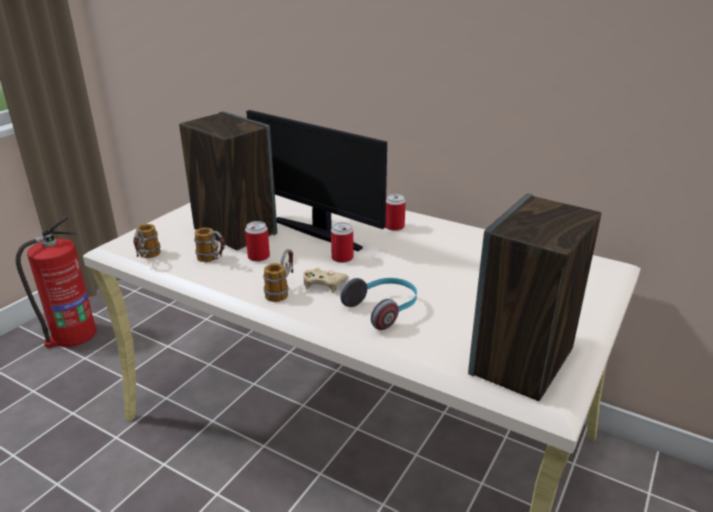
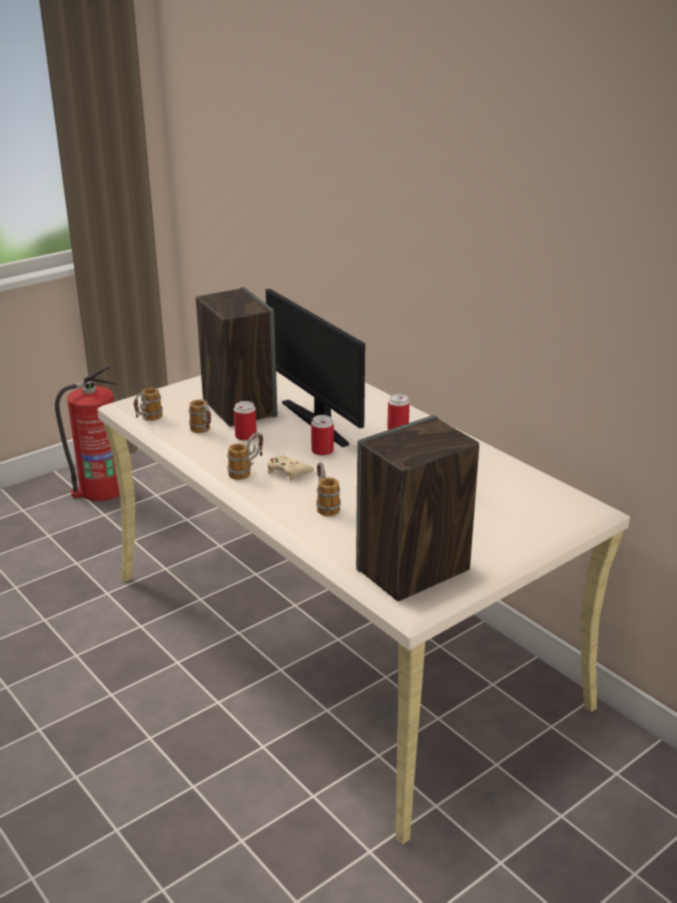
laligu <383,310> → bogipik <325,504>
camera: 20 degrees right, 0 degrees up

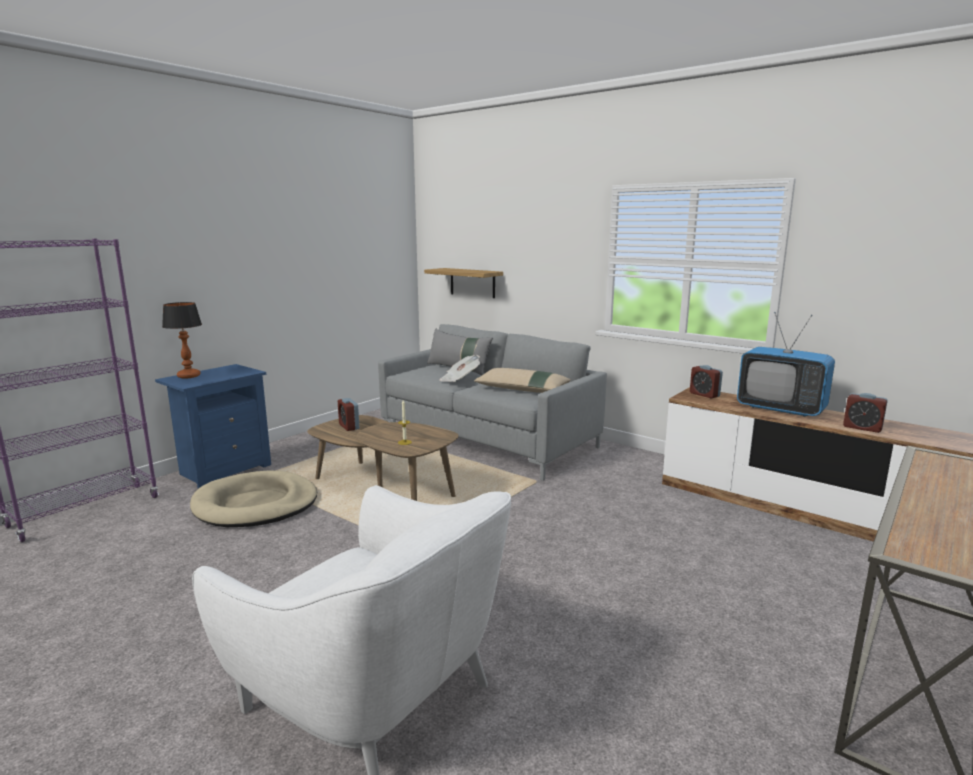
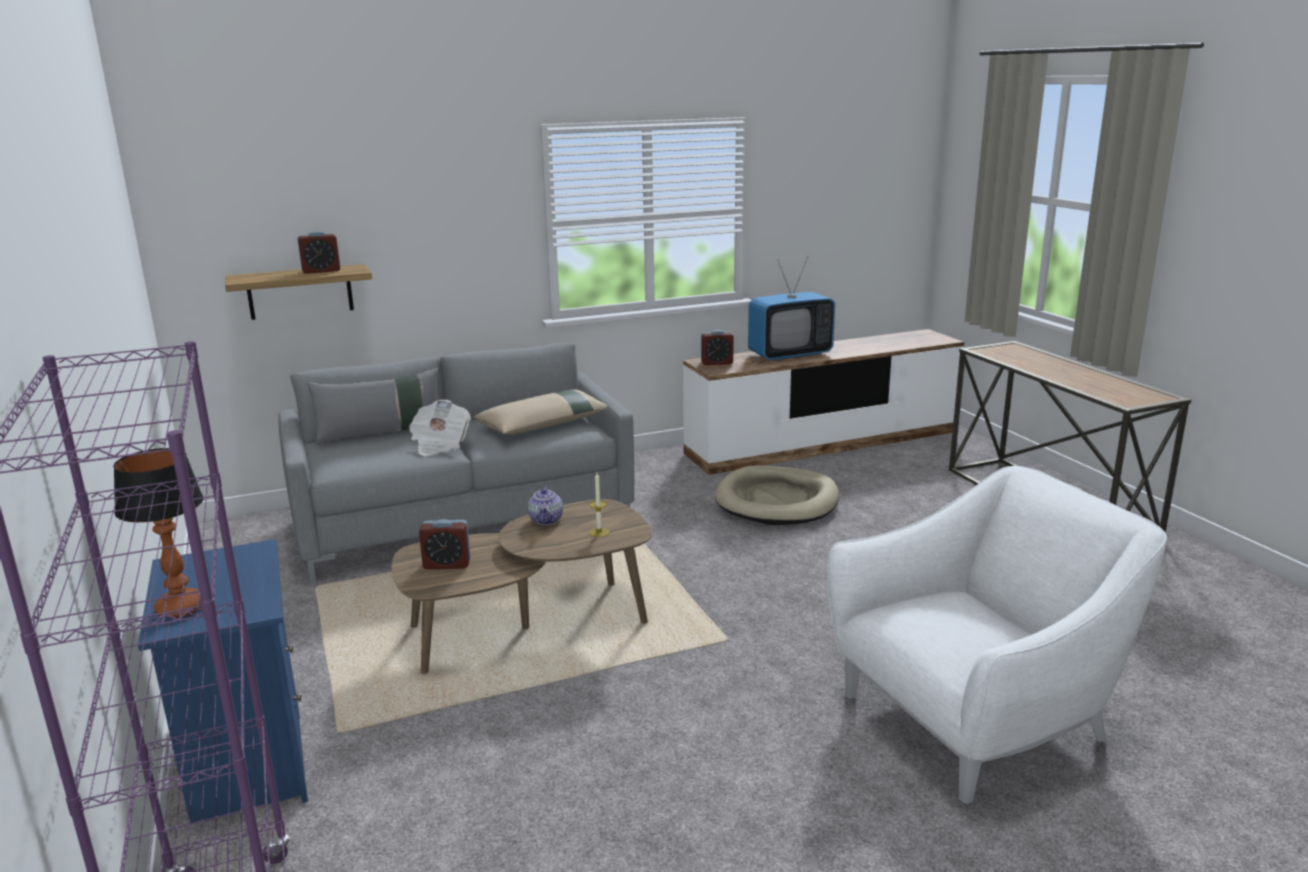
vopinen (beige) <255,504> → vopinen (beige) <777,501>, move
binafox <862,428> → binafox <321,271>, move
- → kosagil <546,520>
camera: 60 degrees left, 5 degrees up

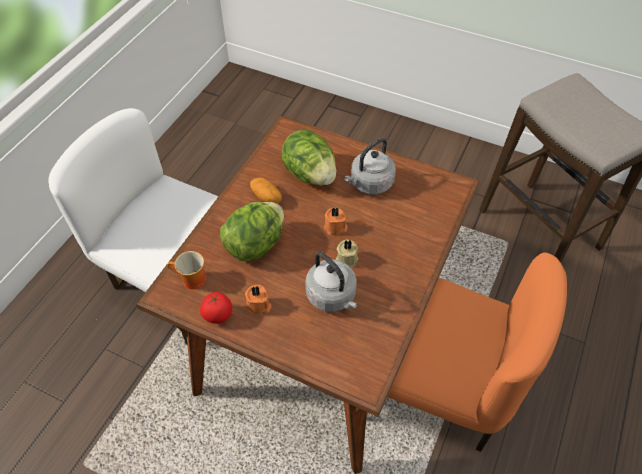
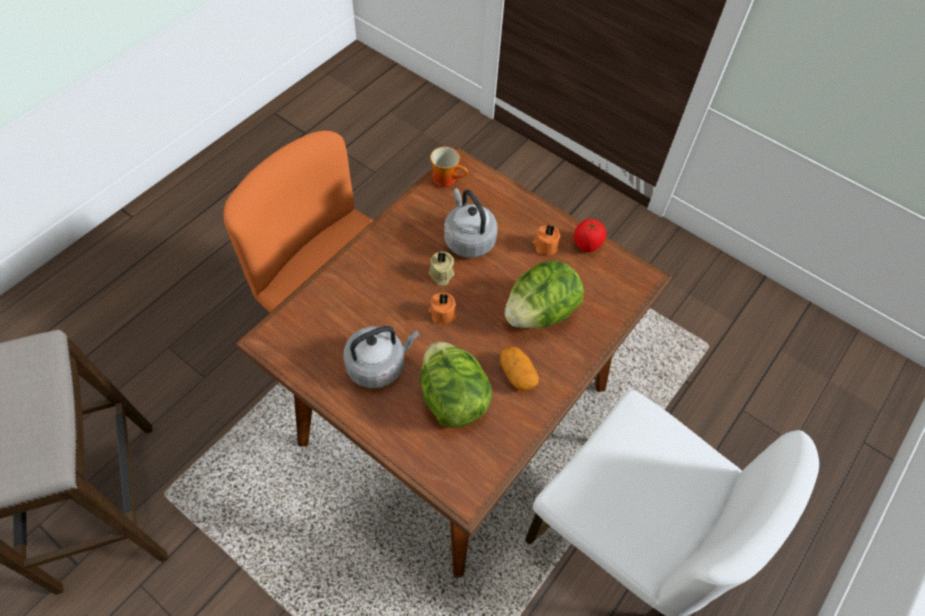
bogipik <191,281> → bogipik <447,178>, move
camera: 170 degrees left, 5 degrees up

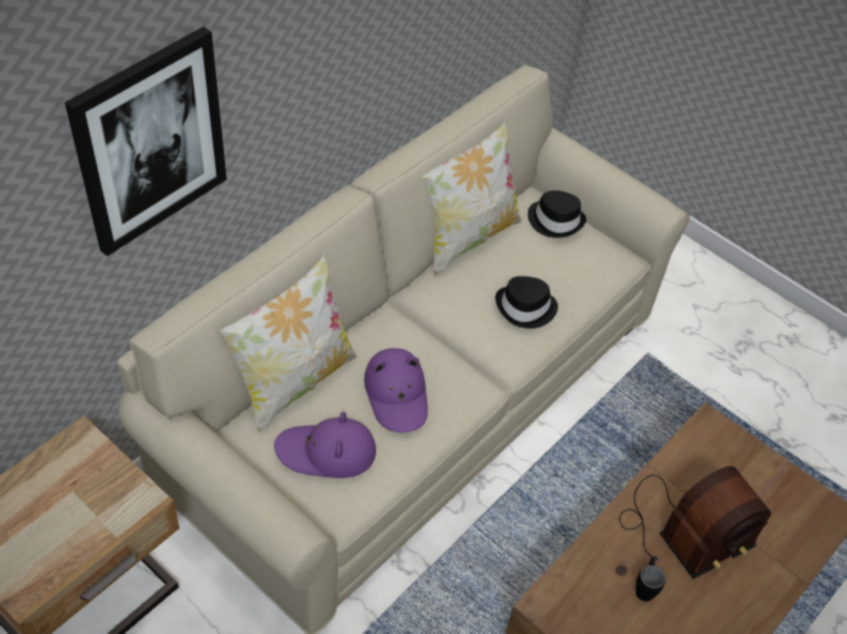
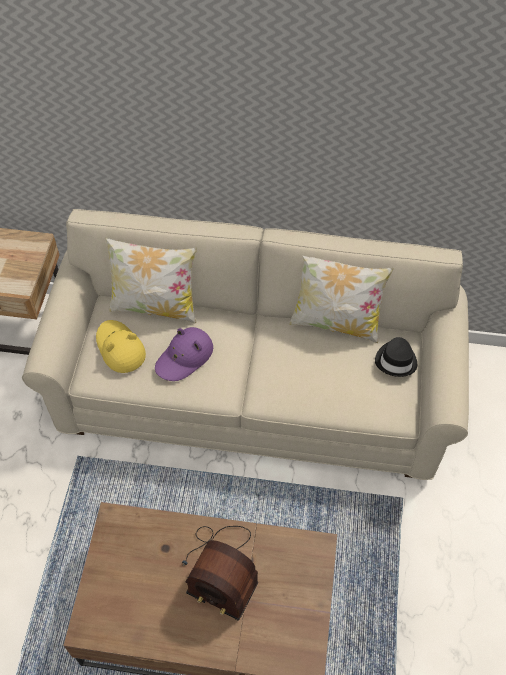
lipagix <150,142> → -
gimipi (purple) <327,452> → gimipi (yellow) <120,348>
gimipi (black) <526,308> → -
bogipik (black) <645,587> → -
camera: 60 degrees right, 5 degrees up

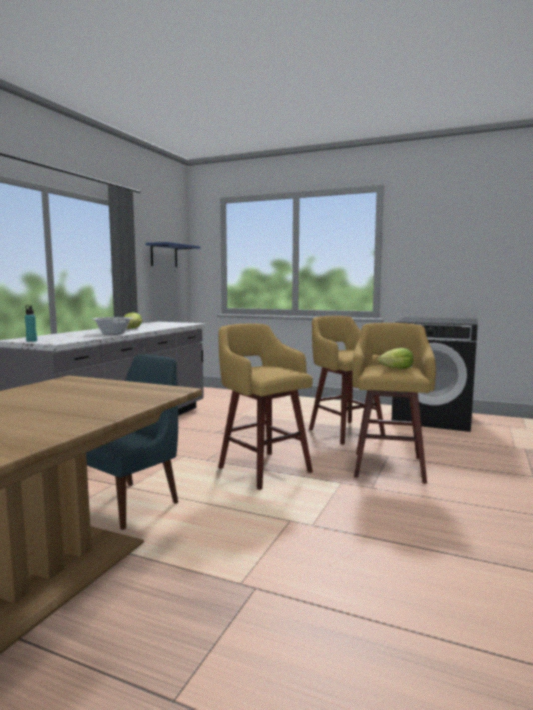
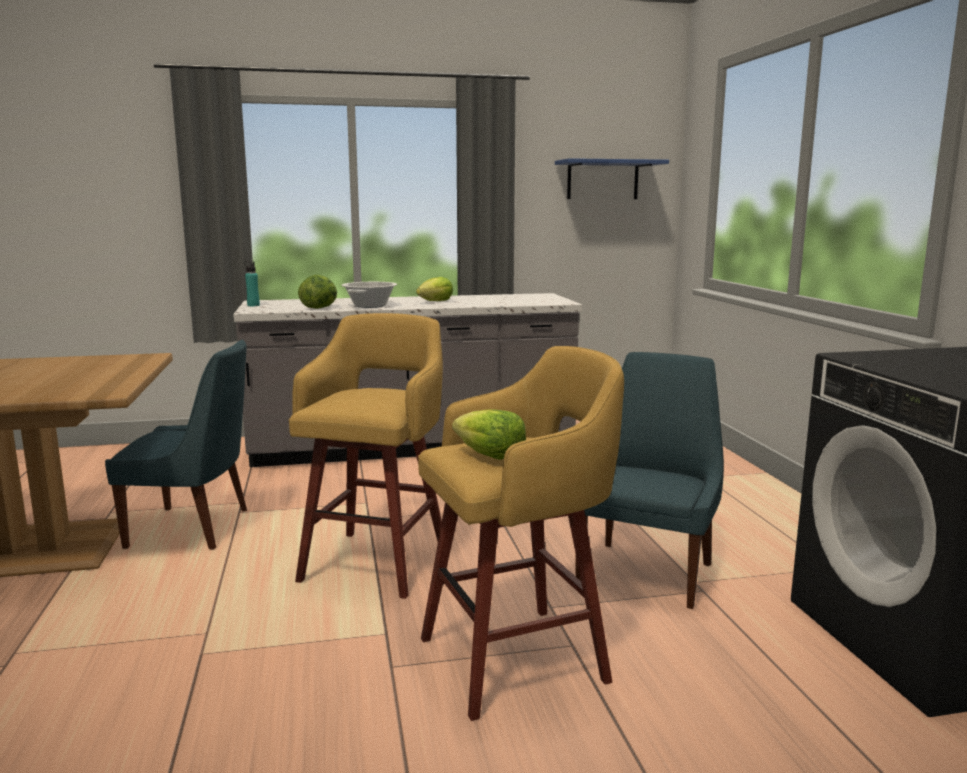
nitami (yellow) <344,432> → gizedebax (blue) <647,571>
- → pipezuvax <320,308>
camera: 55 degrees right, 5 degrees up

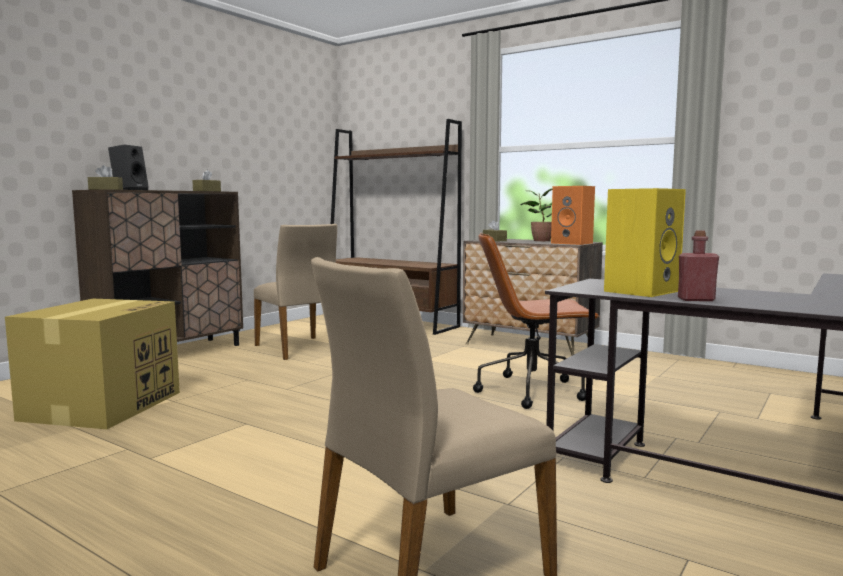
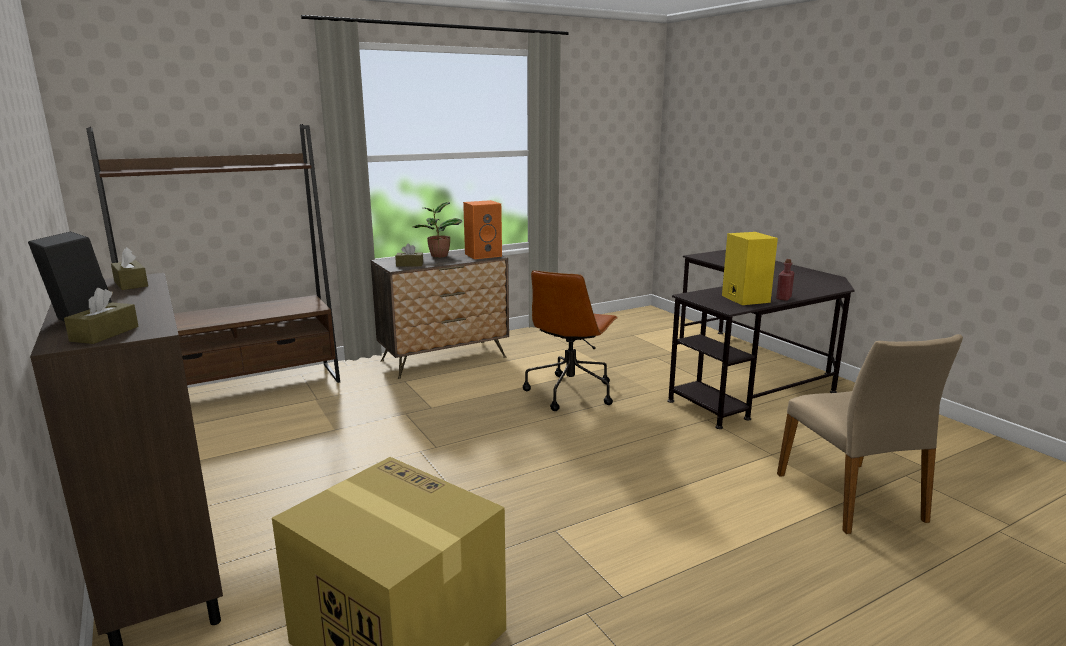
gizedebax (beige) <299,348> → -
camera: 65 degrees left, 10 degrees up

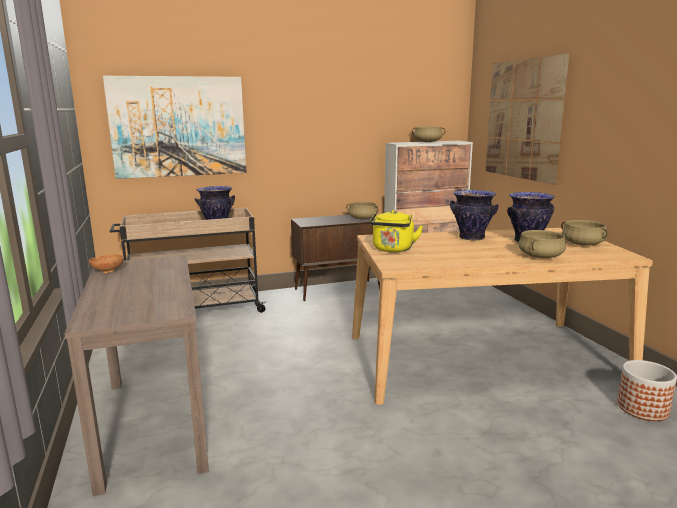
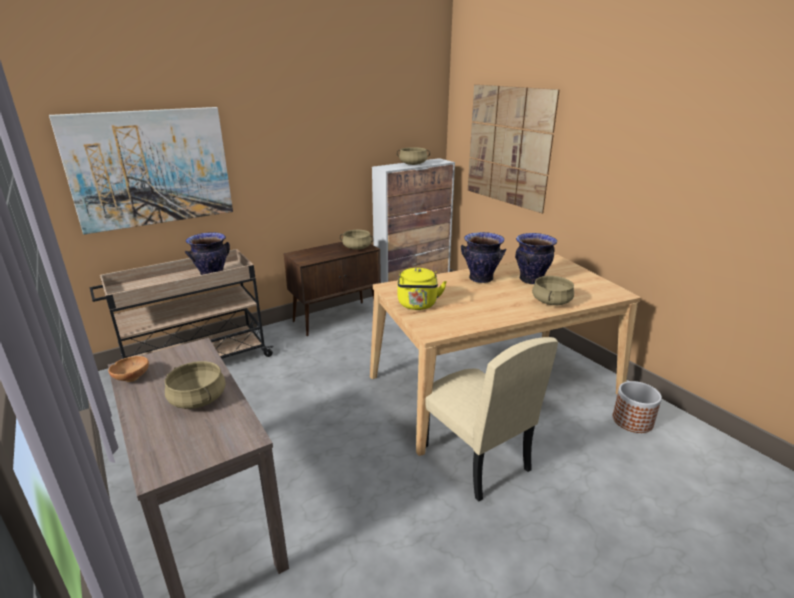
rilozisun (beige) <582,244> → rilozisun (beige) <197,399>, move
- → gizedebax (beige) <474,458>
camera: 15 degrees left, 10 degrees up

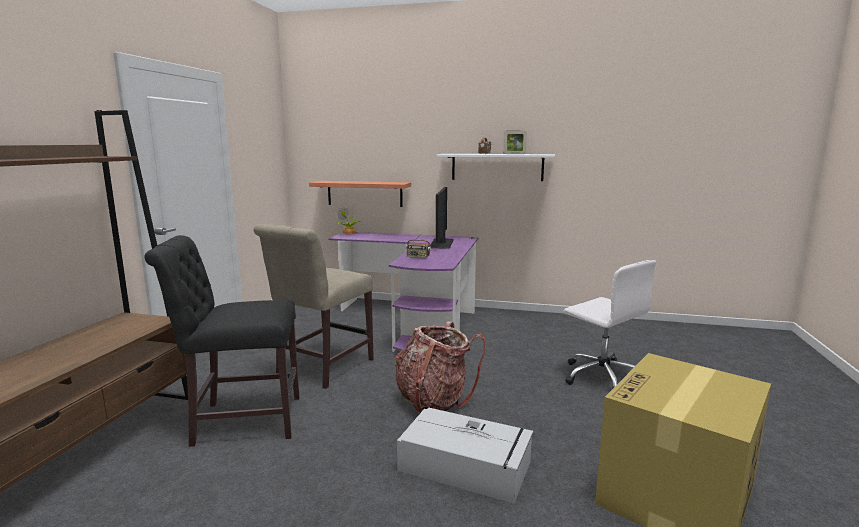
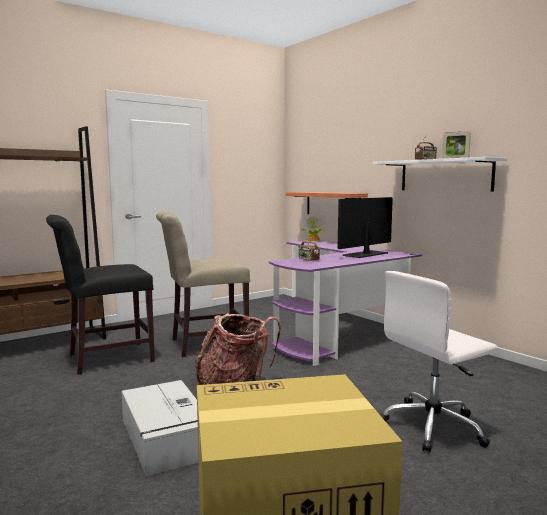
gizedebax (black) <241,420> → gizedebax (black) <105,358>, 60 degrees counterclockwise
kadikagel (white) <601,376> → kadikagel (white) <434,426>, 60 degrees clockwise
camera: 40 degrees right, 5 degrees down

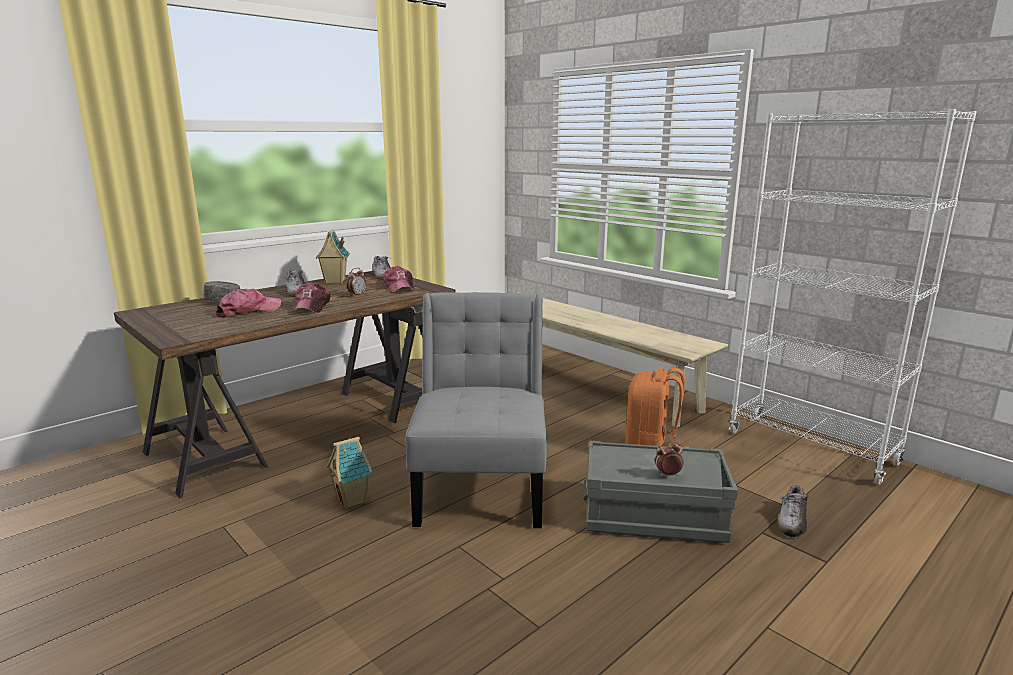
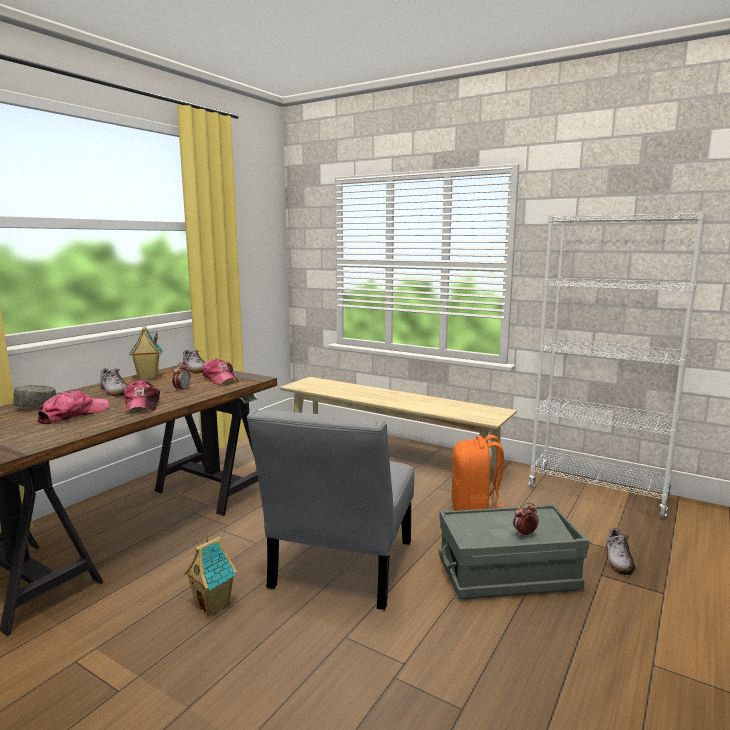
gizedebax (grey) <482,486> → gizedebax (grey) <340,569>, 150 degrees counterclockwise
camera: 15 degrees left, 5 degrees down

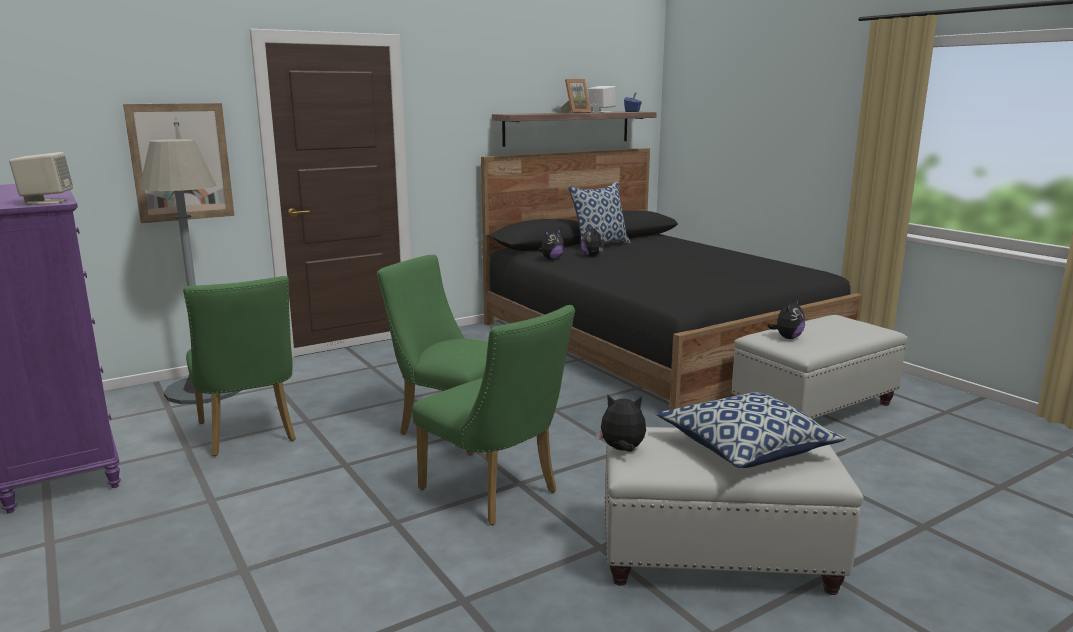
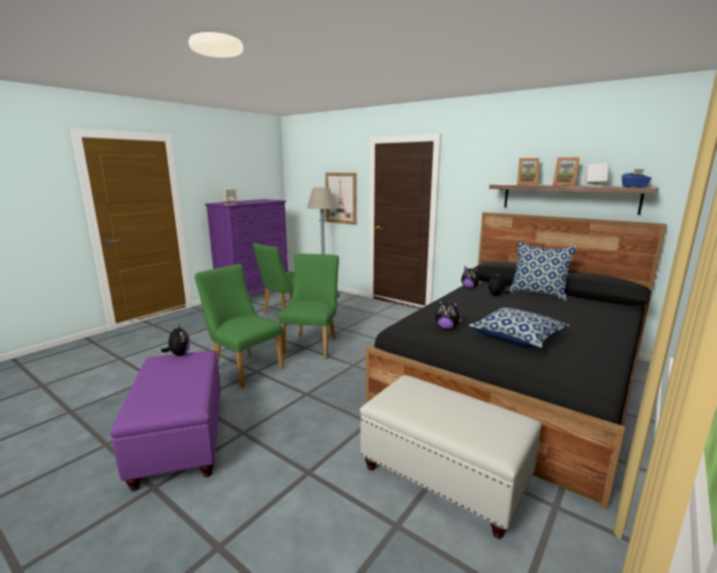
gizedebax (green) <496,493> → gizedebax (green) <244,368>, 105 degrees clockwise
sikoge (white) <714,555> → sikoge (purple) <181,439>
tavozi <746,448> → tavozi <517,338>, move
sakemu <787,338> → sakemu <446,328>, move
- → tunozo <526,184>
camera: 70 degrees right, 0 degrees up

